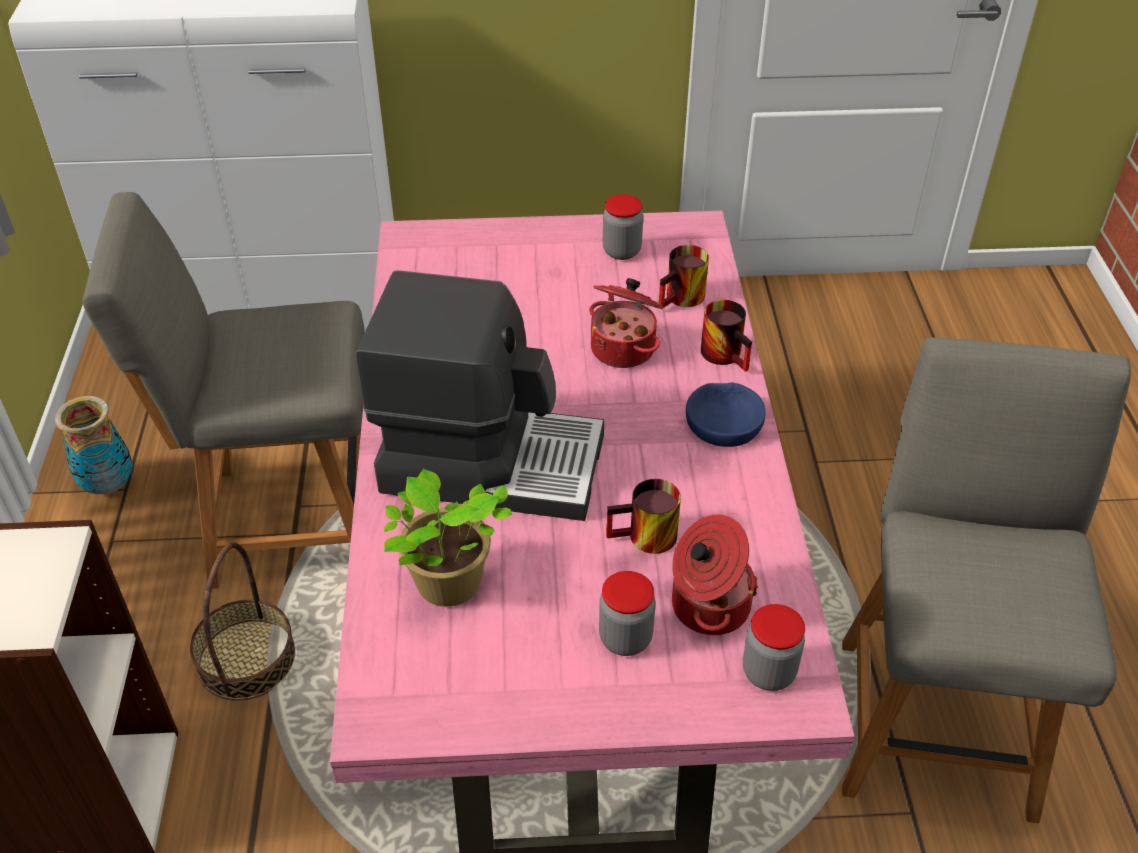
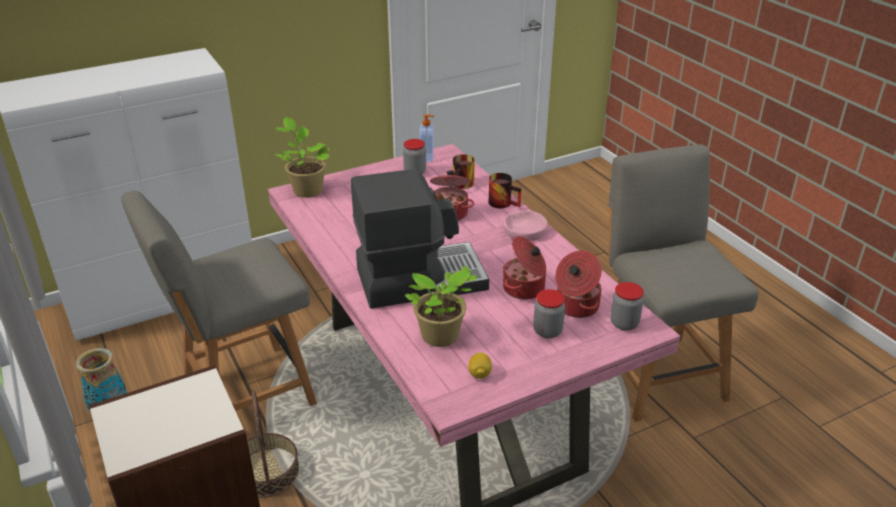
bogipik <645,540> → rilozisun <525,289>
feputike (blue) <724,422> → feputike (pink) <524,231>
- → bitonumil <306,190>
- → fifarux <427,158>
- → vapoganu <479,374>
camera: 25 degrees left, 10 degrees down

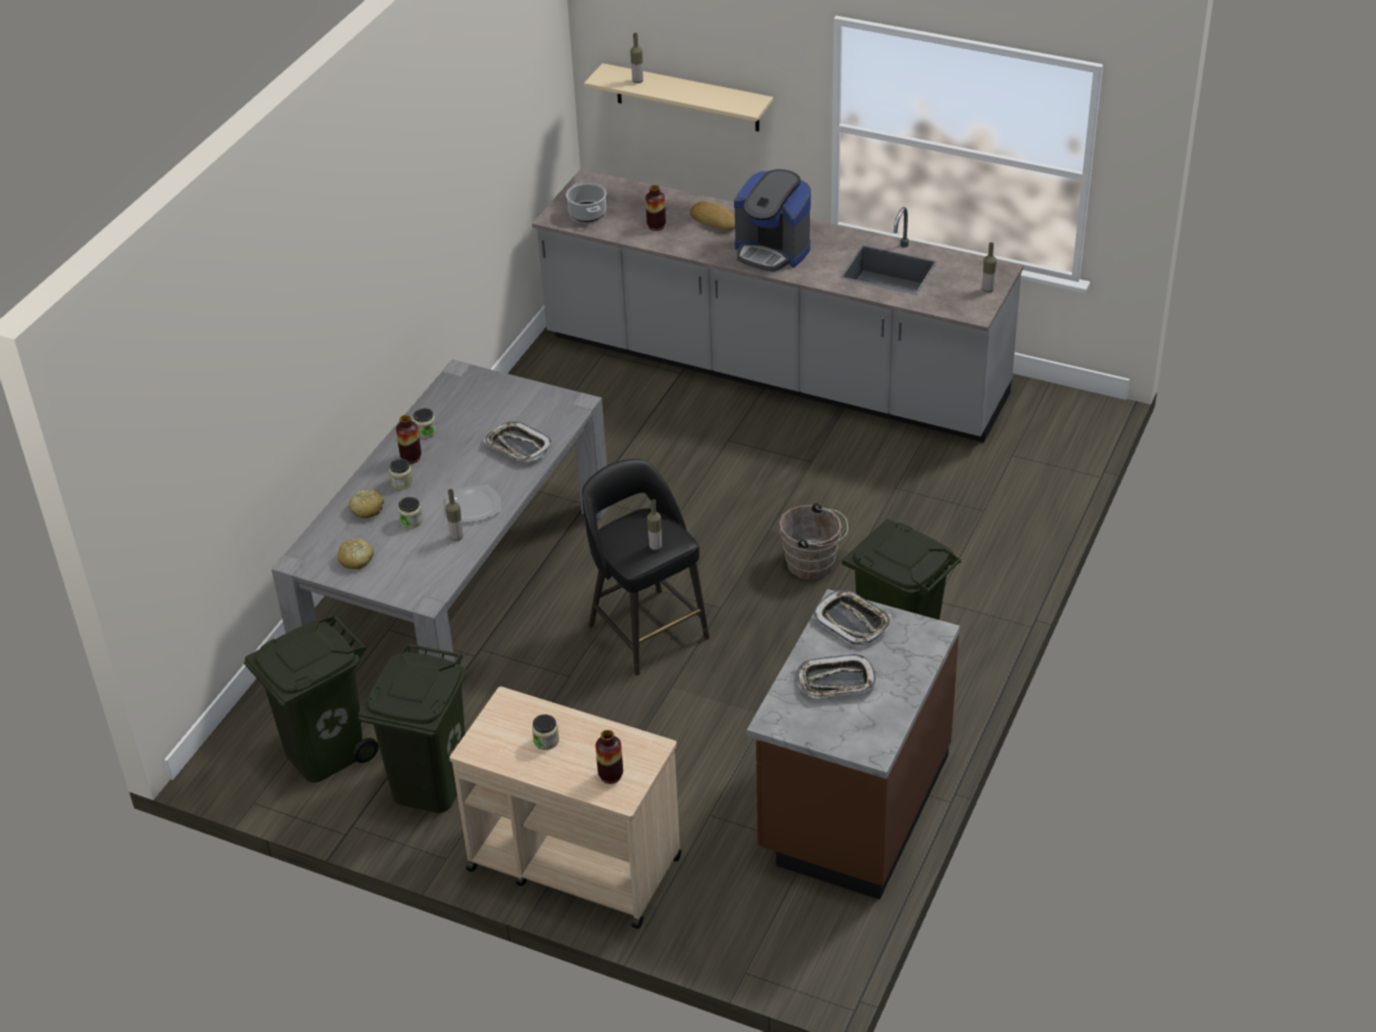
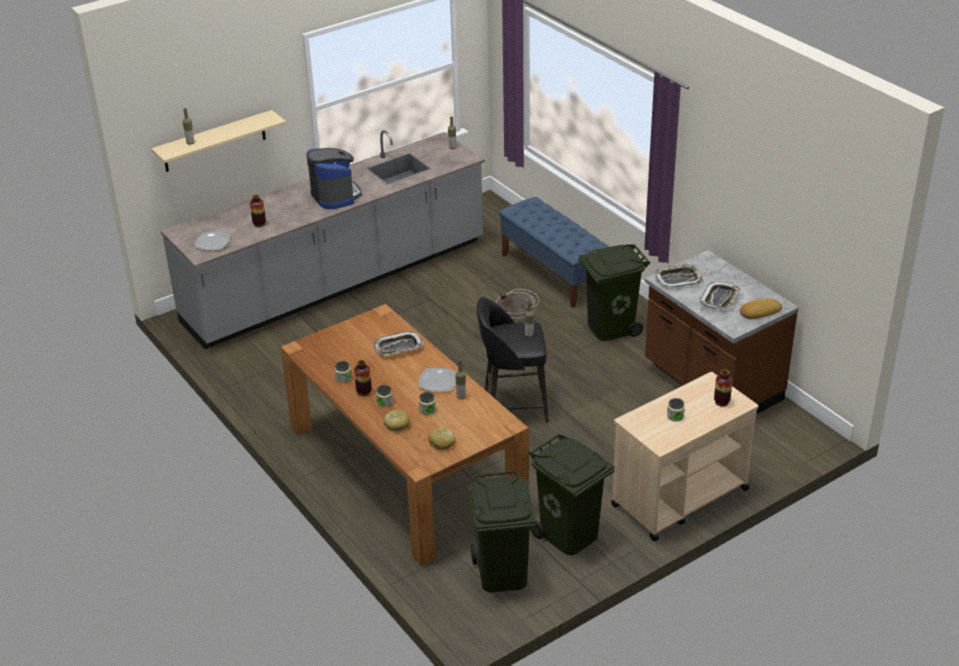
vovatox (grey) <459,589> → vovatox (brown) <405,467>
rilozisun <587,213> → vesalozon <212,243>
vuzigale <714,220> → vuzigale <759,311>, move
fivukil <772,251> → fivukil <335,196>, 90 degrees counterclockwise
- → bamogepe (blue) <553,273>
camera: 60 degrees left, 5 degrees down

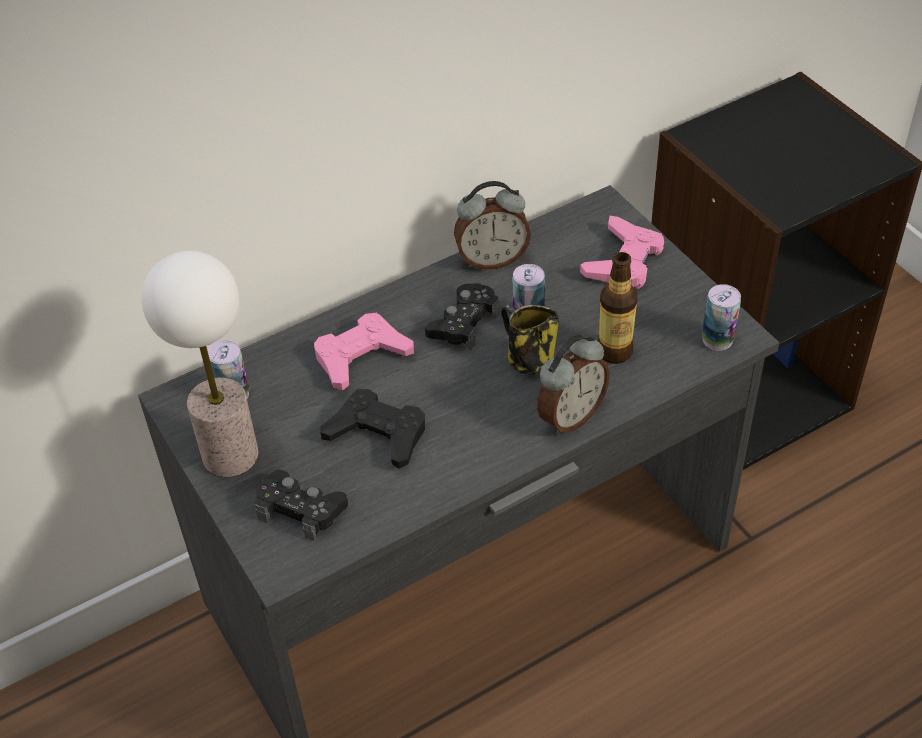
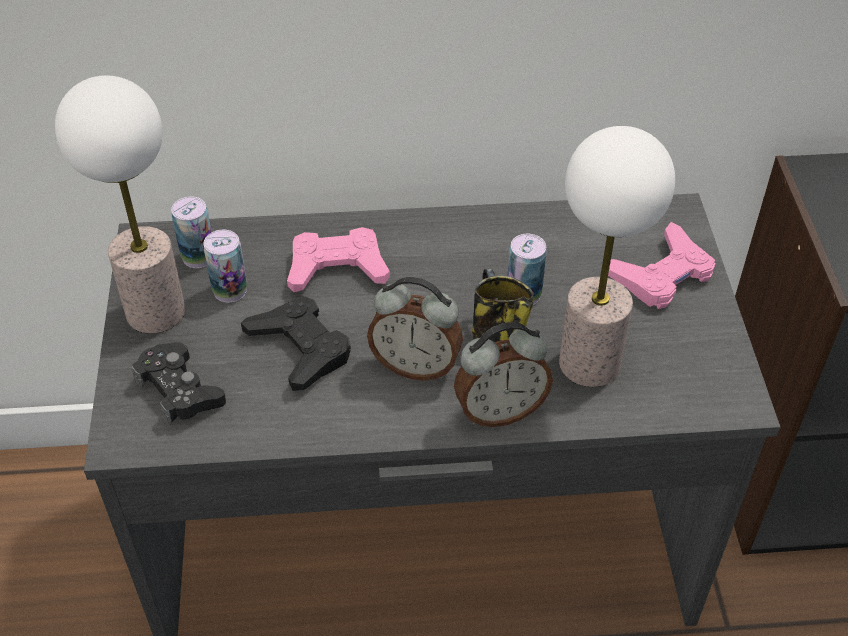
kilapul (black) <463,323> → -
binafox <492,259> → binafox <416,365>, move
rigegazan <614,351> → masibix <590,363>
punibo <717,339> → punibo <230,290>, move
camera: 25 degrees right, 0 degrees up

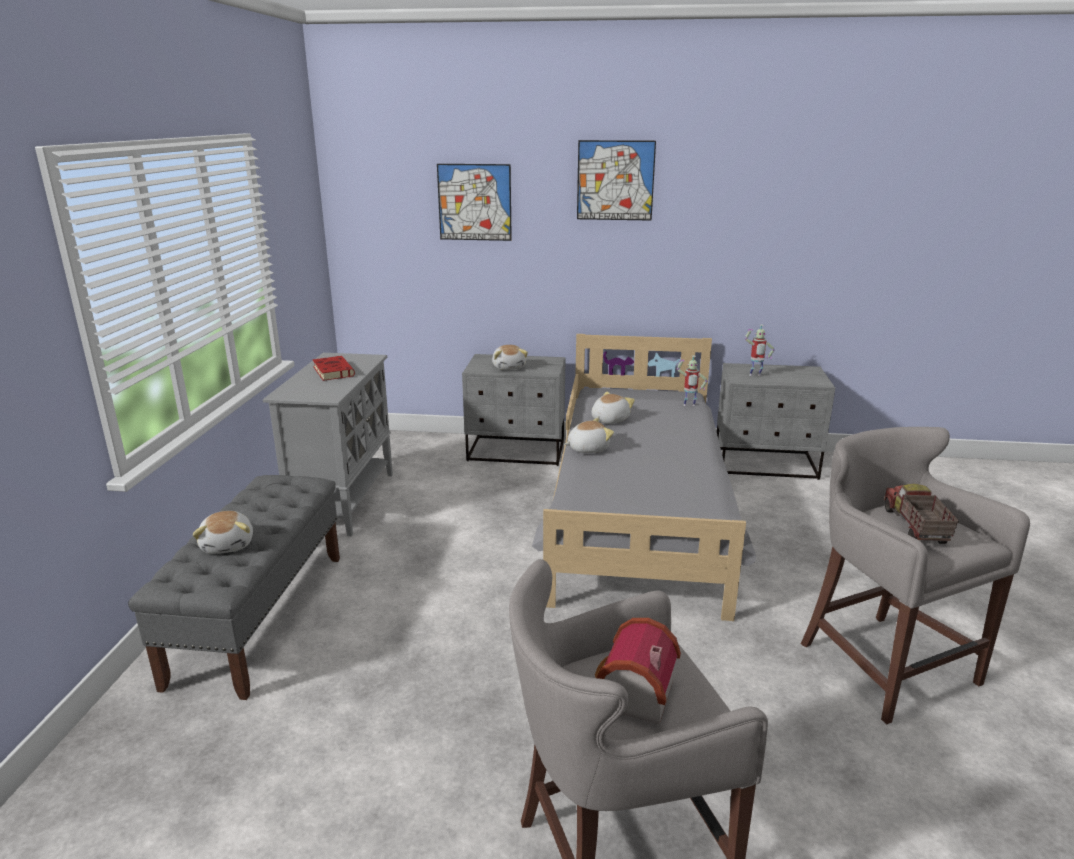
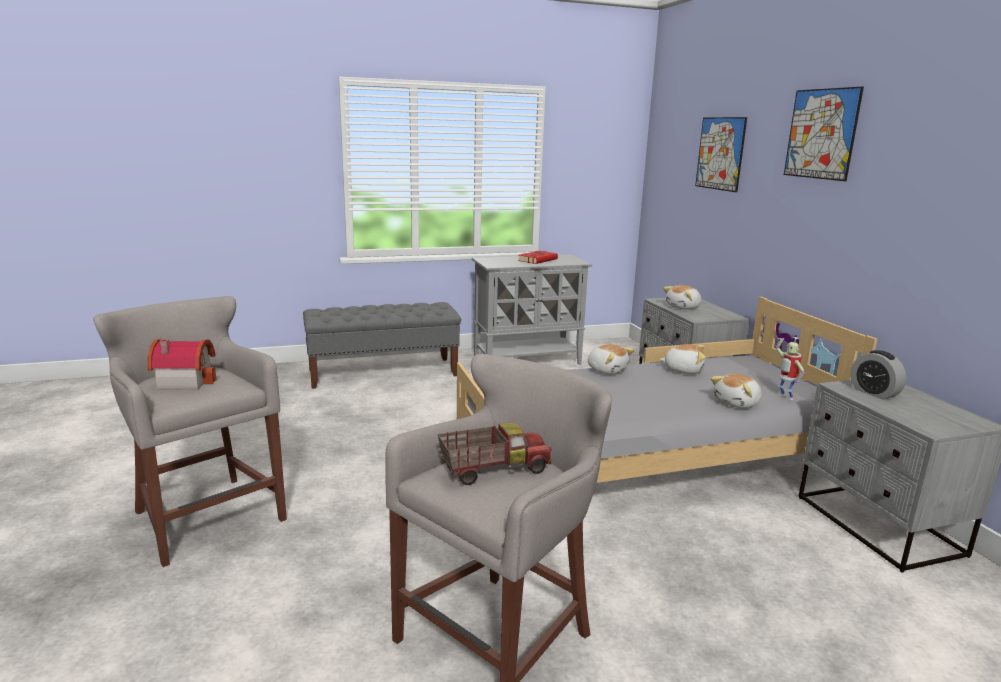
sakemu <229,544> → sakemu <737,403>, move
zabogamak <755,375> → binafox <874,393>
camera: 65 degrees right, 5 degrees down

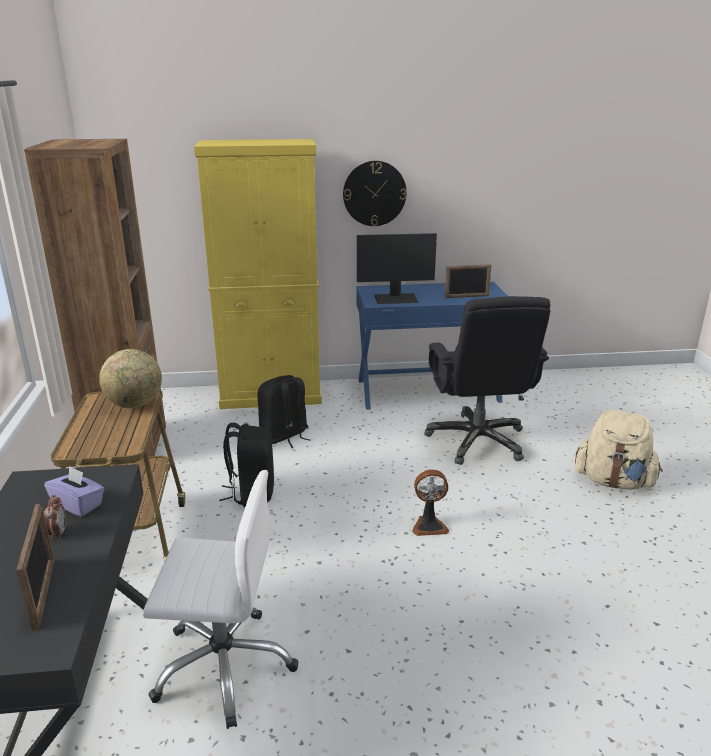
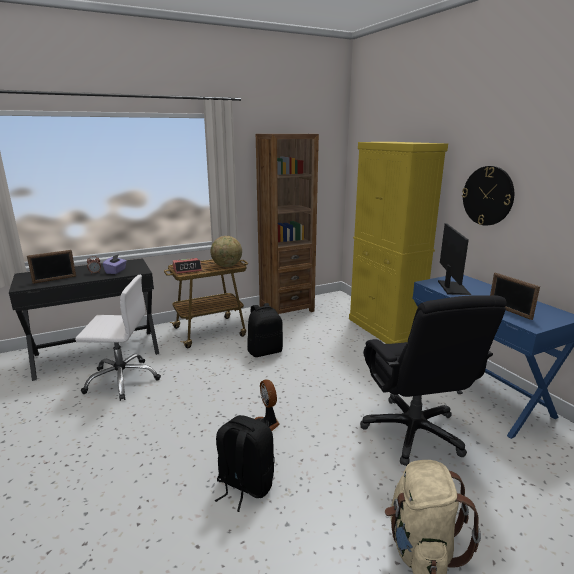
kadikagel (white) <224,665> → kadikagel (white) <122,380>, 75 degrees counterclockwise
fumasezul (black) <285,436> → fumasezul (black) <244,485>, move
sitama <396,299> → sitama <452,288>, 150 degrees counterclockwise
kadikagel (black) <478,441> → kadikagel (black) <413,432>, 75 degrees counterclockwise
- → binafox <187,269>
camera: 70 degrees right, 5 degrees down

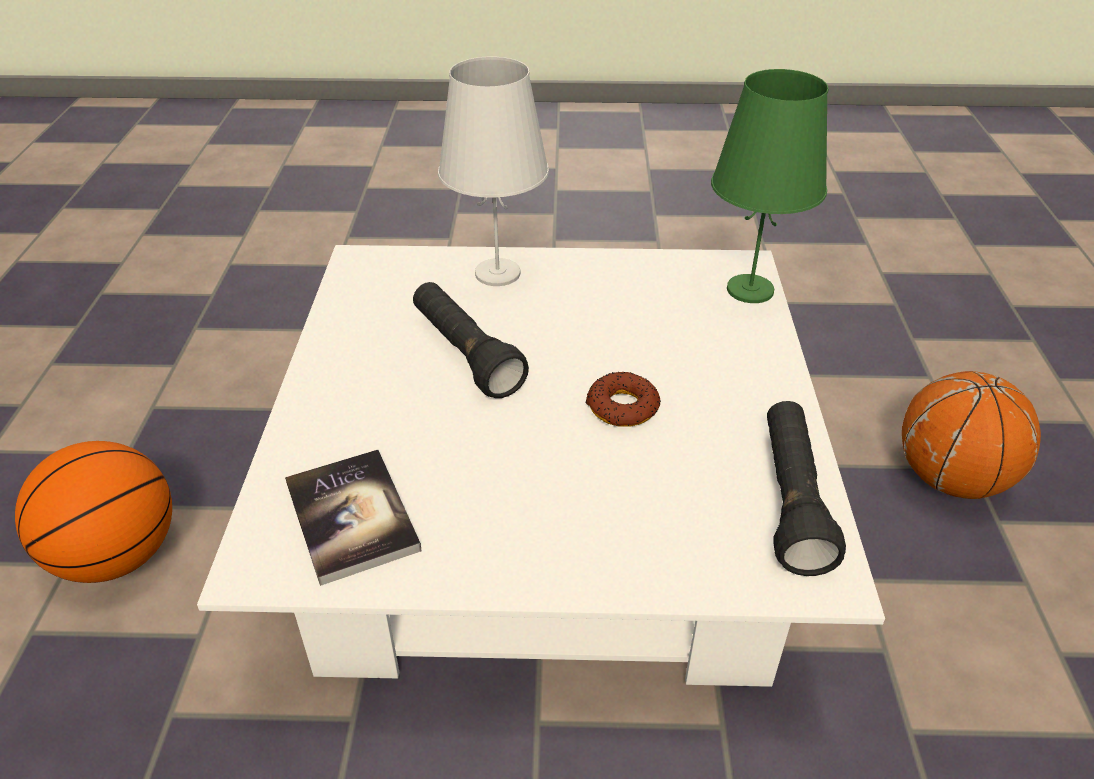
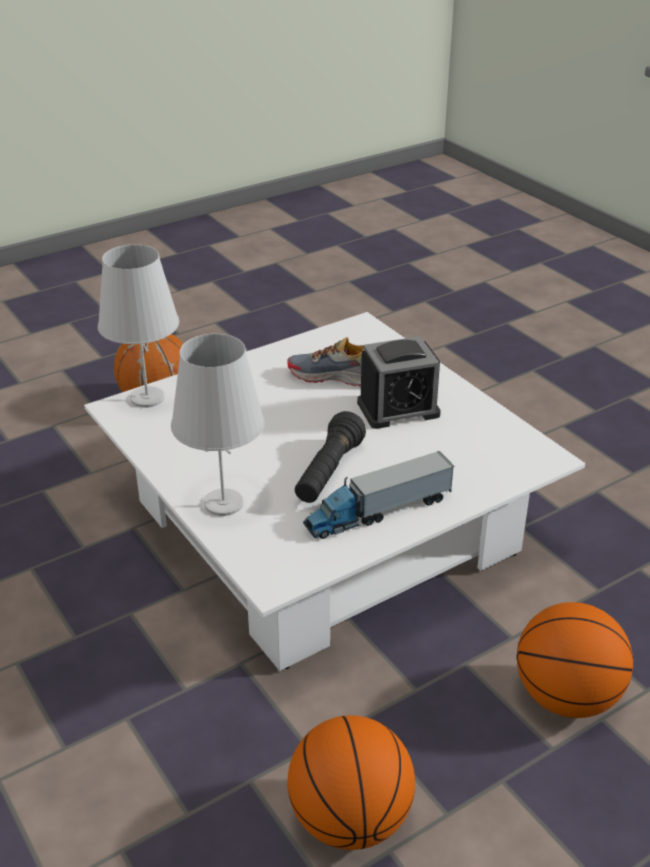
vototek <352,517> → -
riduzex <622,407> → -
masibix (green) <749,289> → masibix (white) <147,398>
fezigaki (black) <791,501> → -
- → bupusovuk <335,377>
- → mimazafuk <350,819>
- → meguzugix <378,511>
- → binafox <398,409>
camera: 125 degrees left, 5 degrees down

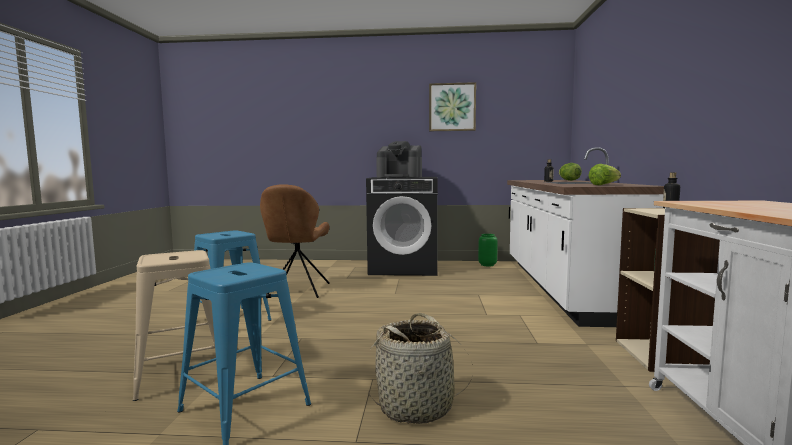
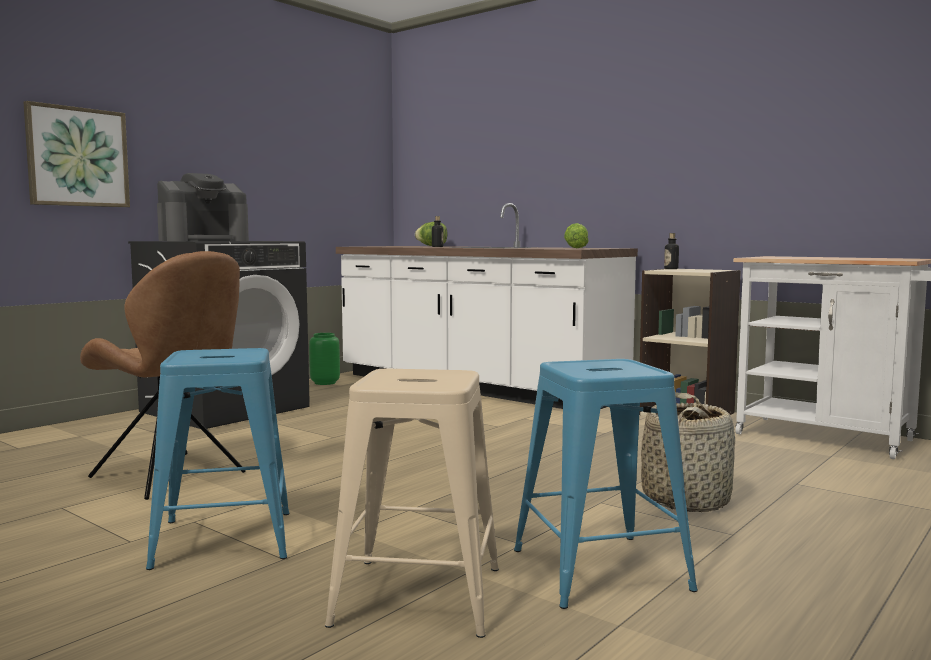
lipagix <452,107> → lipagix <77,157>, move
camera: 55 degrees left, 0 degrees up

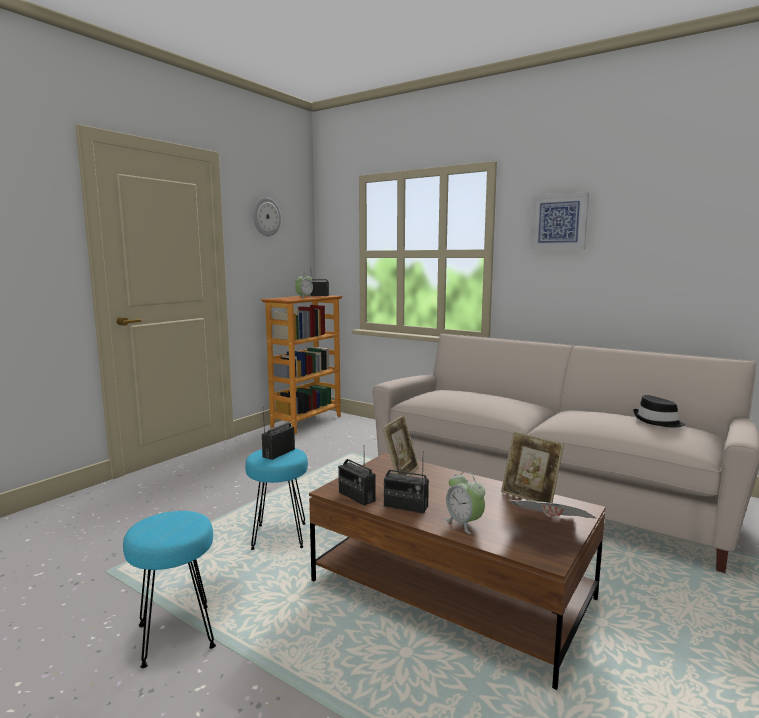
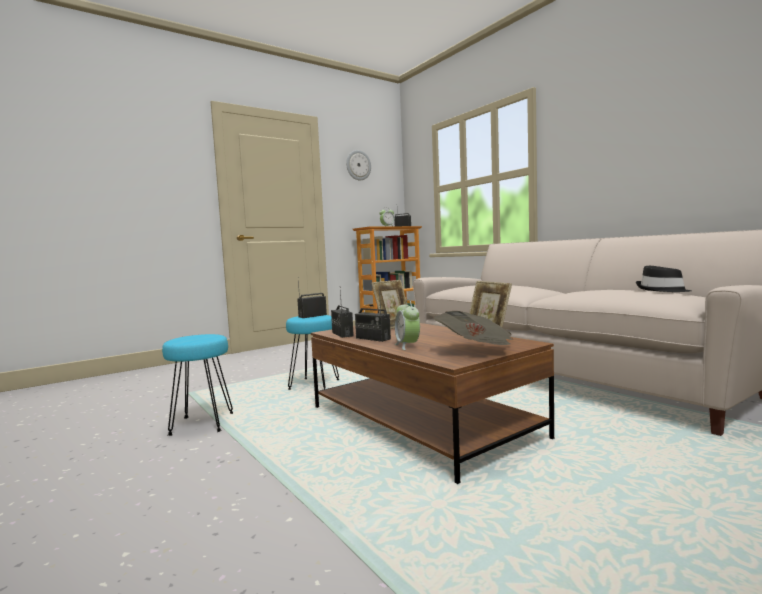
lipagix <559,222> → -
camera: 20 degrees right, 5 degrees down

